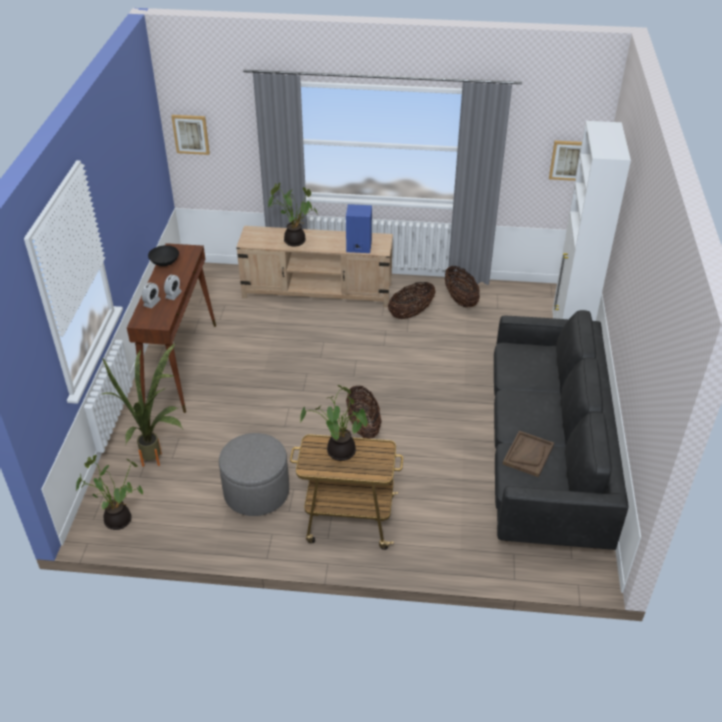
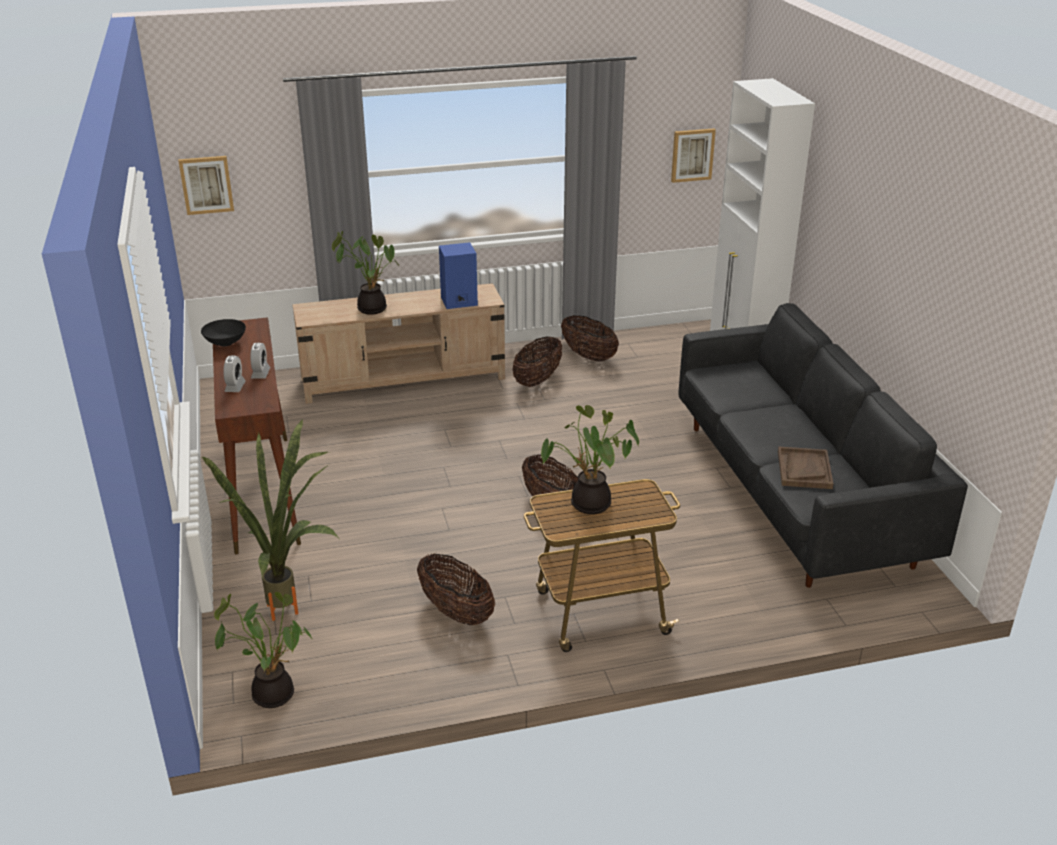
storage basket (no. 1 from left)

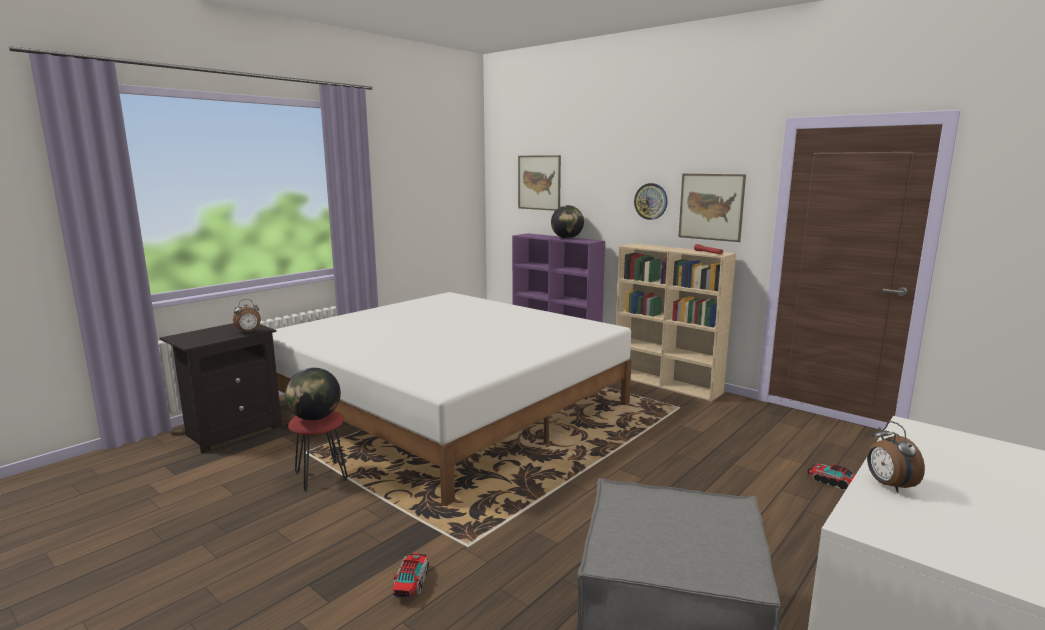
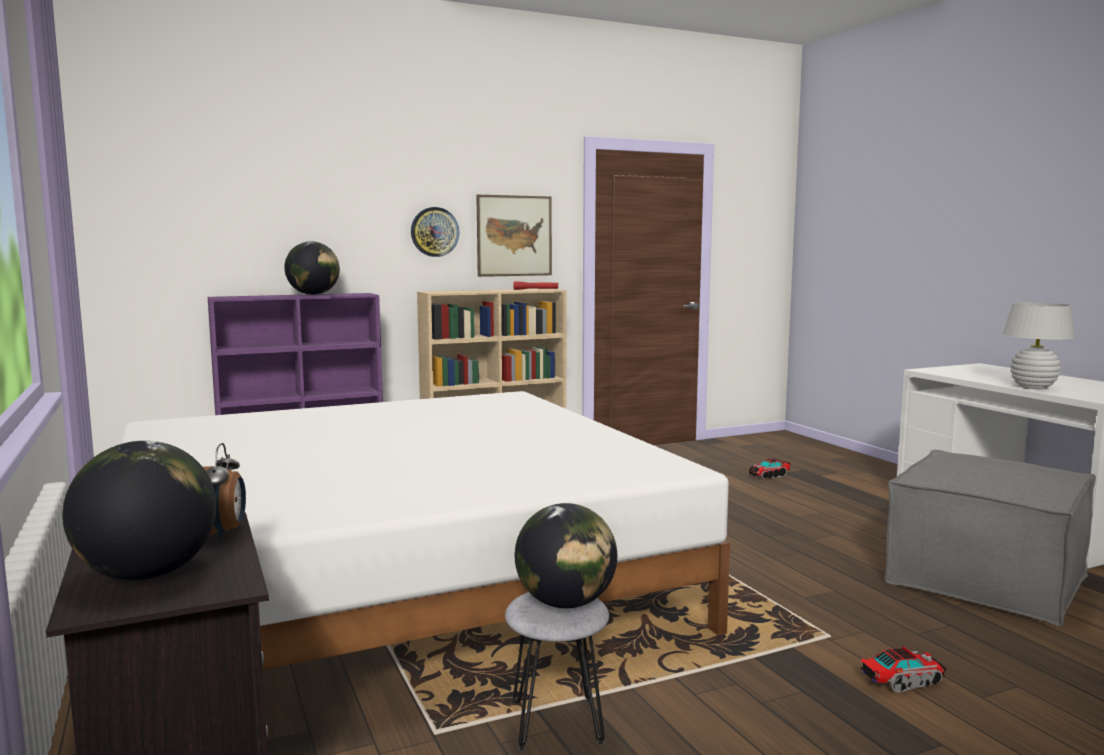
sitting stool in greyish
toy truck (no. 2 from left)
wall picture (no. 1 from left in the first image)
tabletop lamp in whitish
world globe (no. 1 from left)

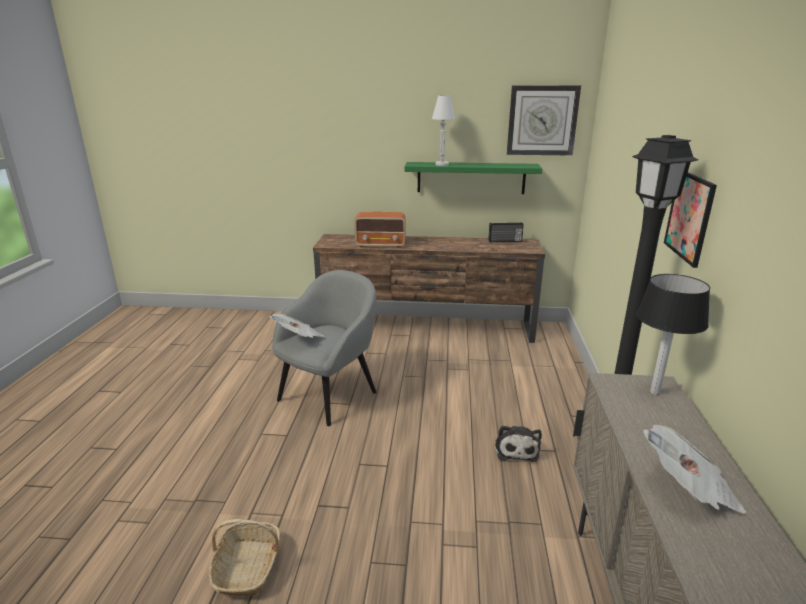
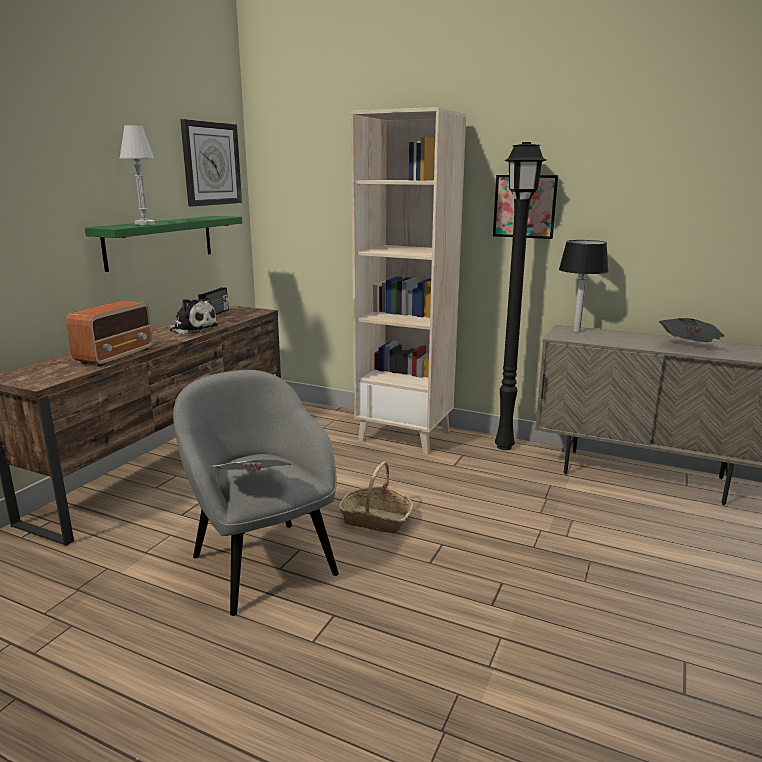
storage basket
plush toy
bookshelf in sand-coloured

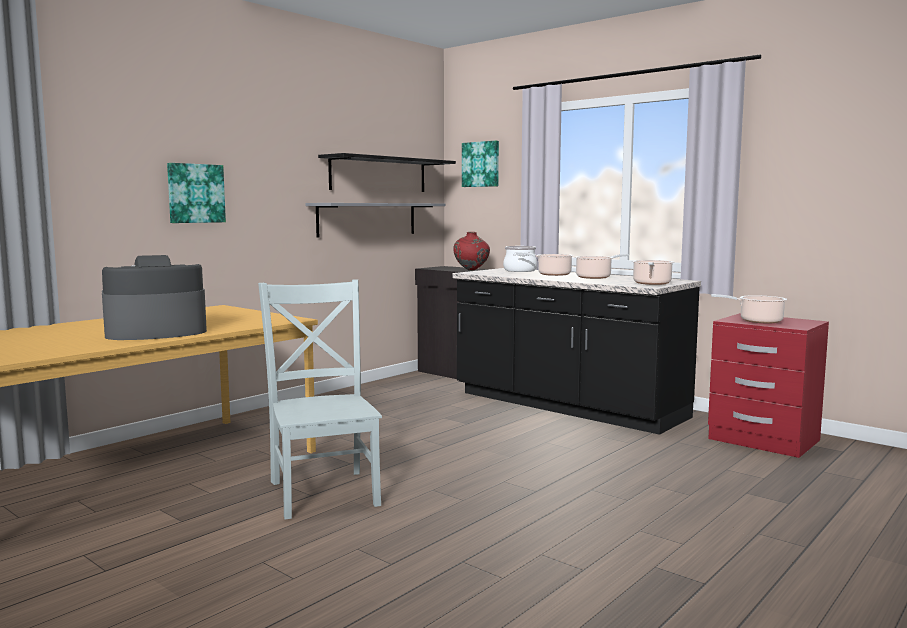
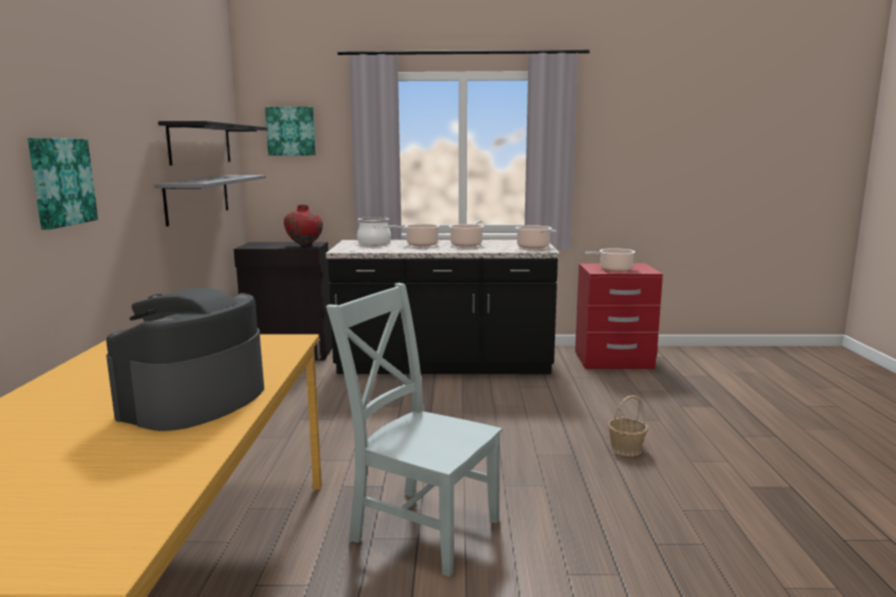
storage basket

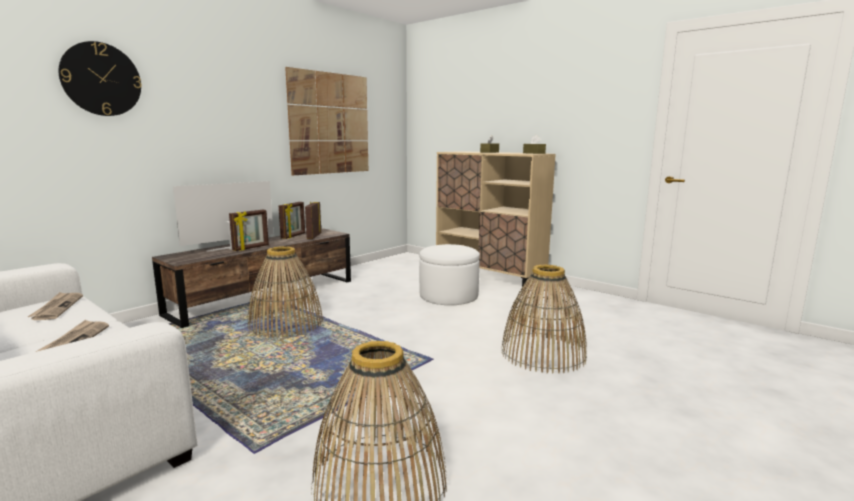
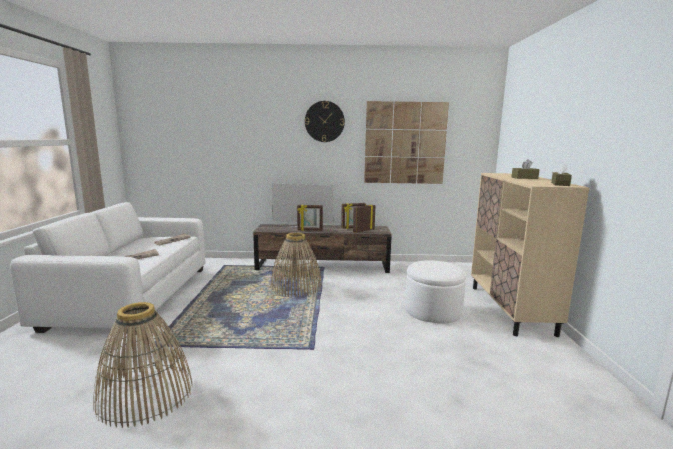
clock on the wall
storage basket (no. 3 from left in the first image)

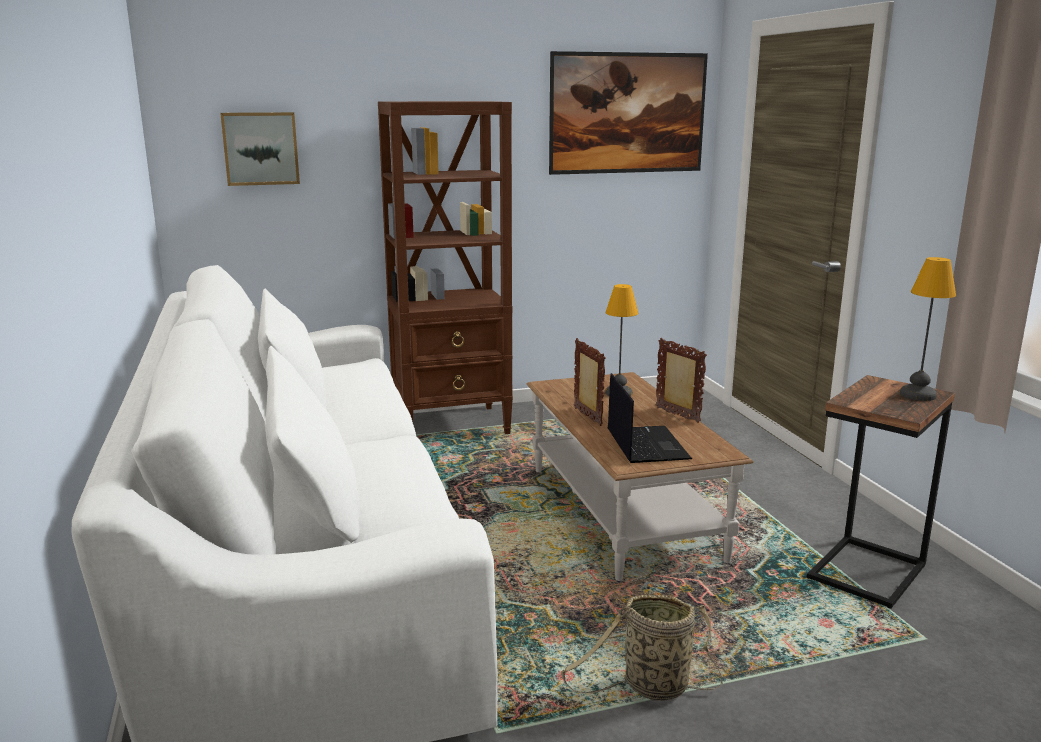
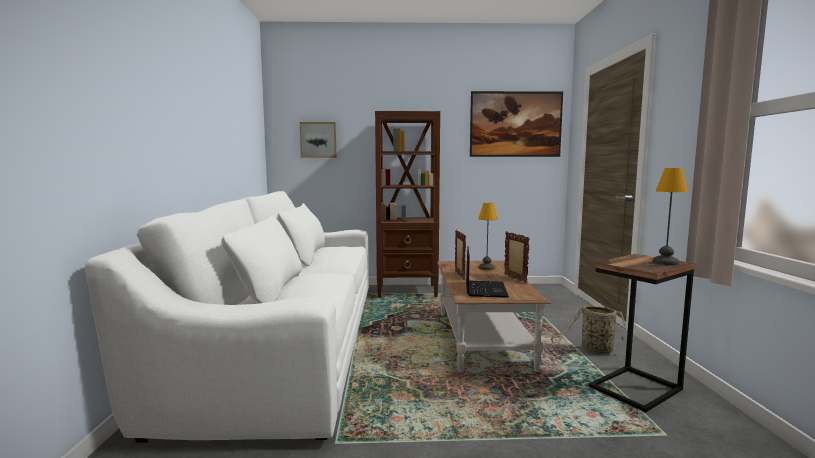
storage basket

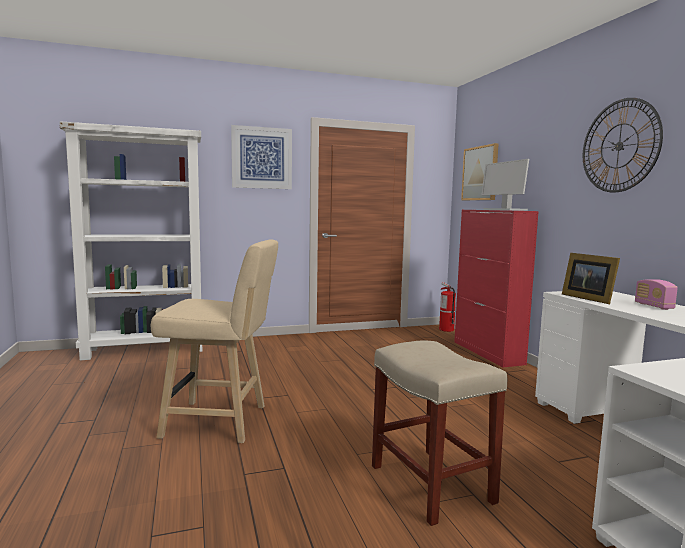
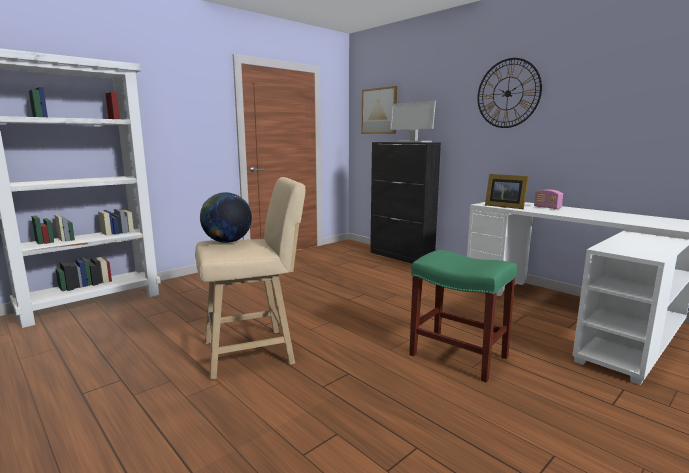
wall picture (no. 1 from left in the first image)
sitting stool in green-coloured
fire-fighting cylinder
cabinet in blackish
world globe

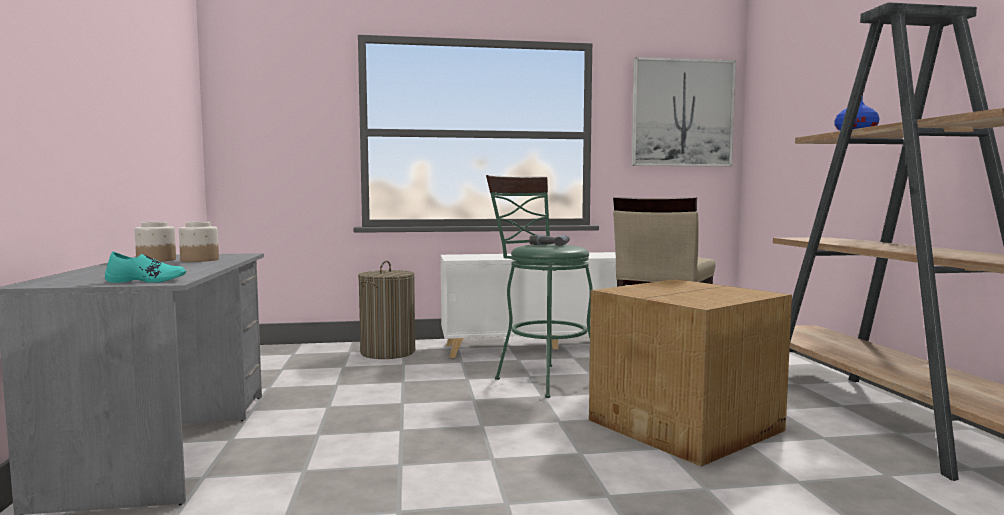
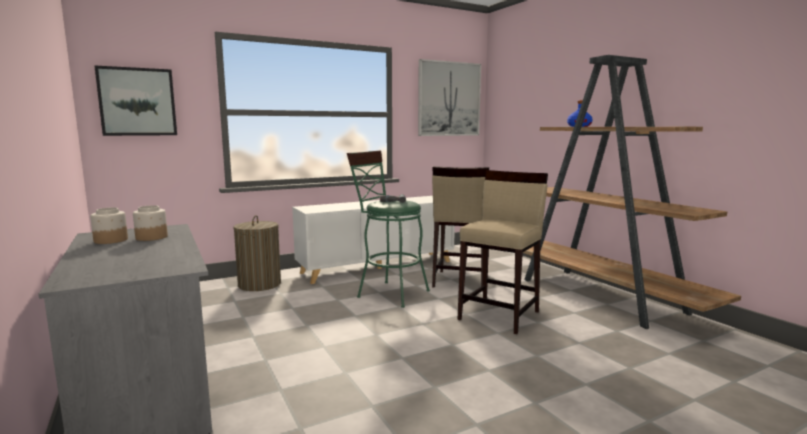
shoe in turquoise
sitting stool in sand-coloured (no. 2 from left)
wall picture (no. 1 from left)

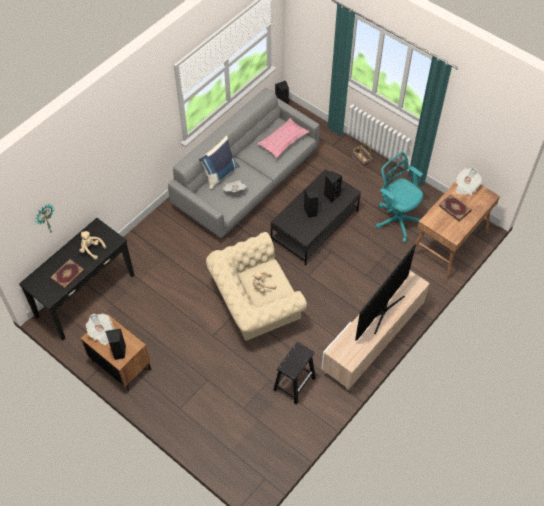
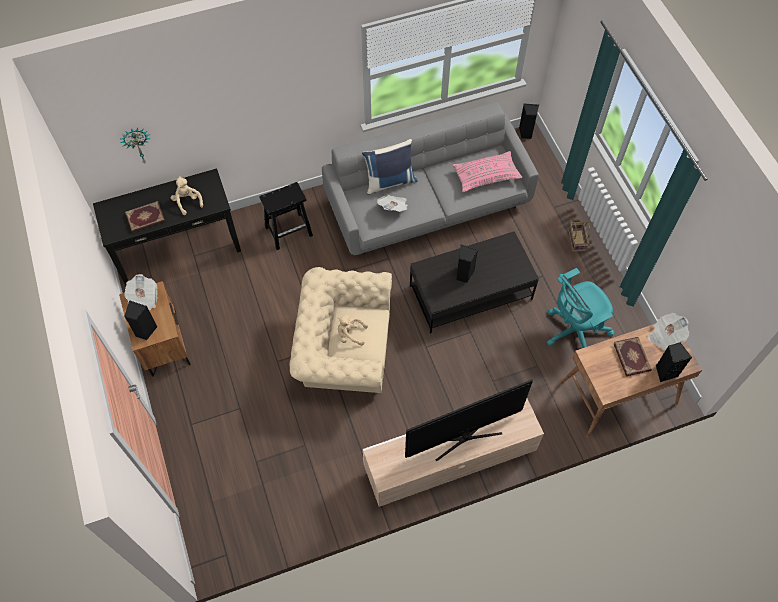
sitting stool in blackish
loudspeaker in blackish (no. 4 from left)
desk chair in turquoise

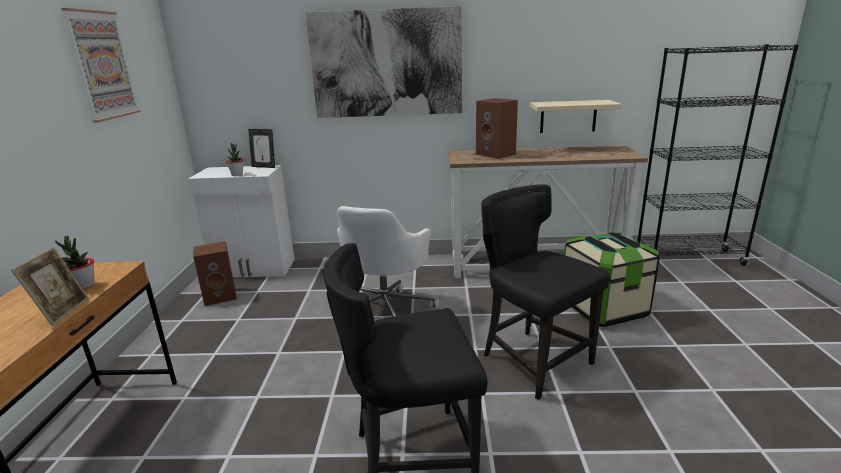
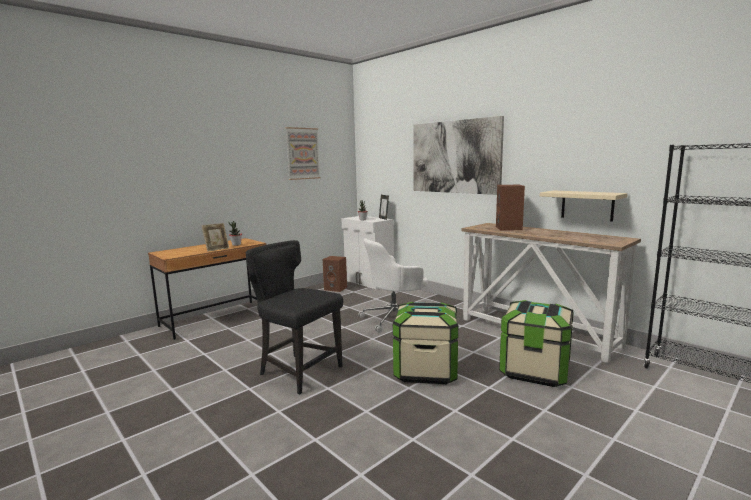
storage box (no. 1 from left)

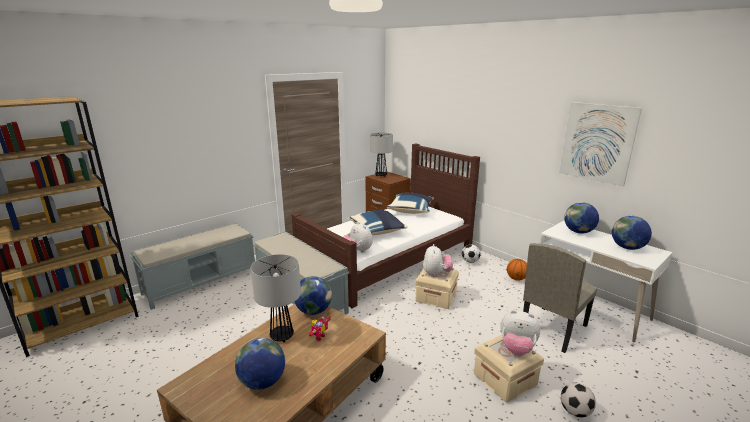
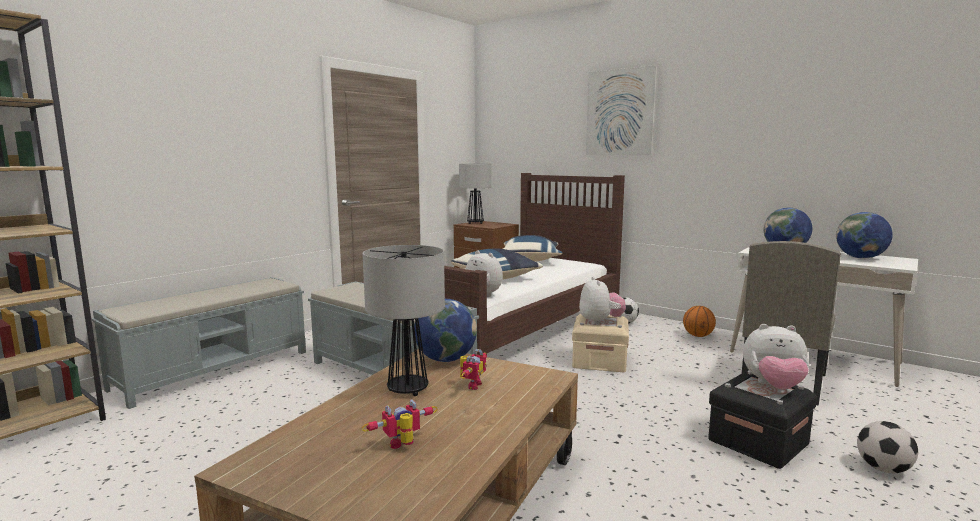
model robot (no. 1 from left)
storage box in blackish
wall picture

